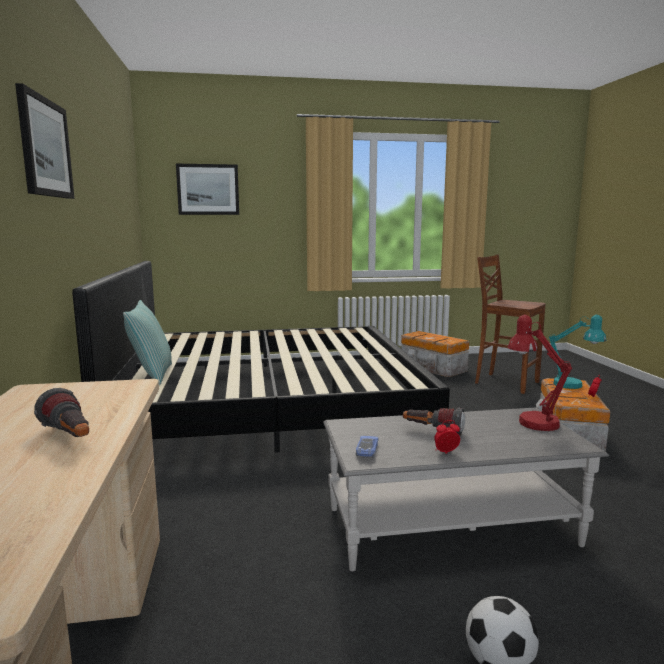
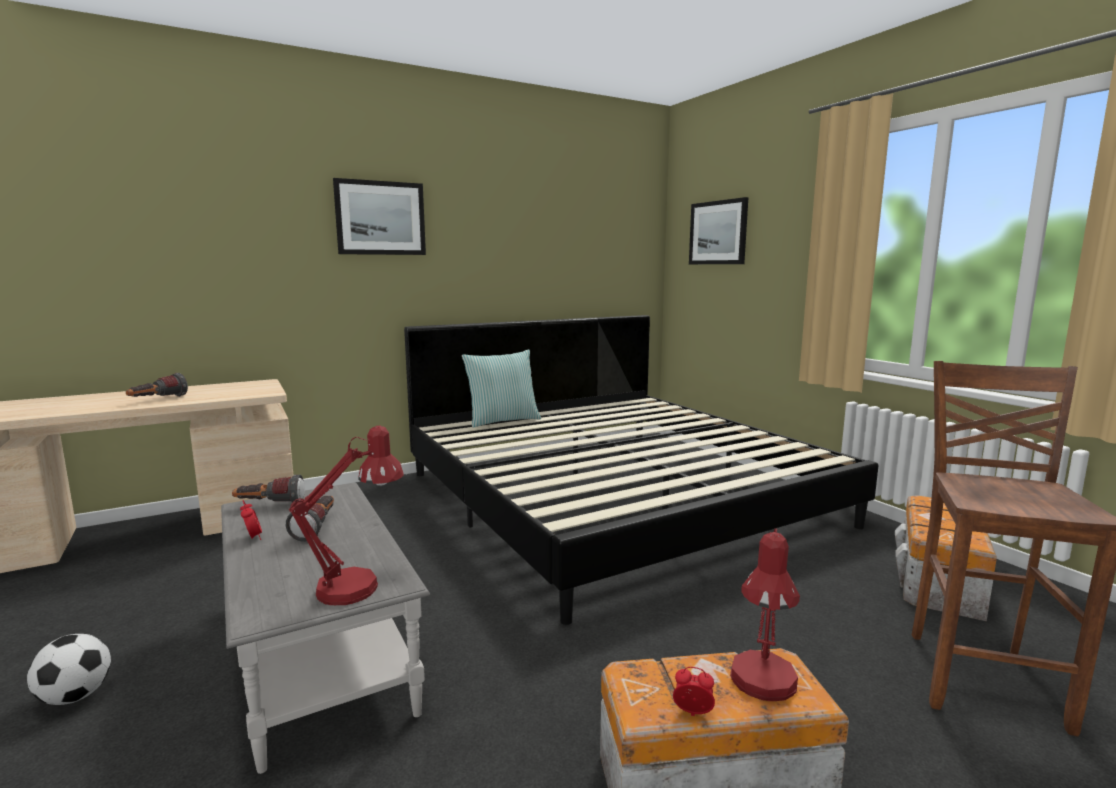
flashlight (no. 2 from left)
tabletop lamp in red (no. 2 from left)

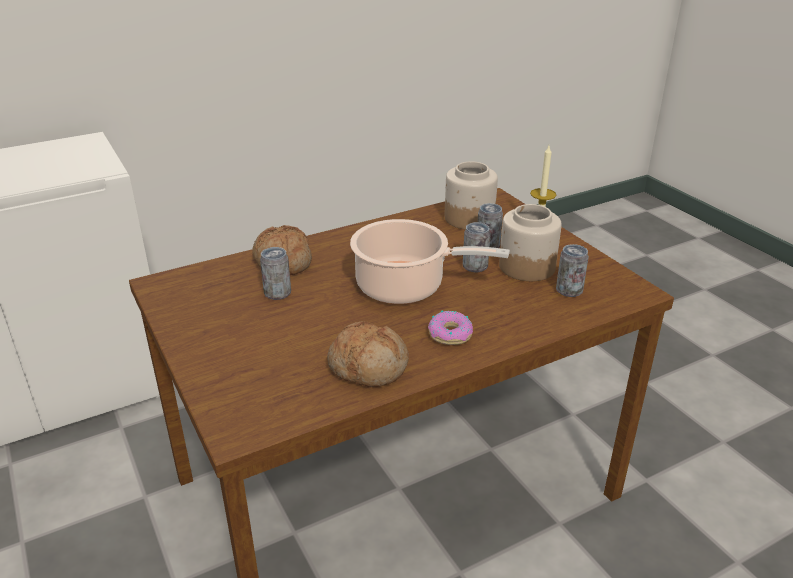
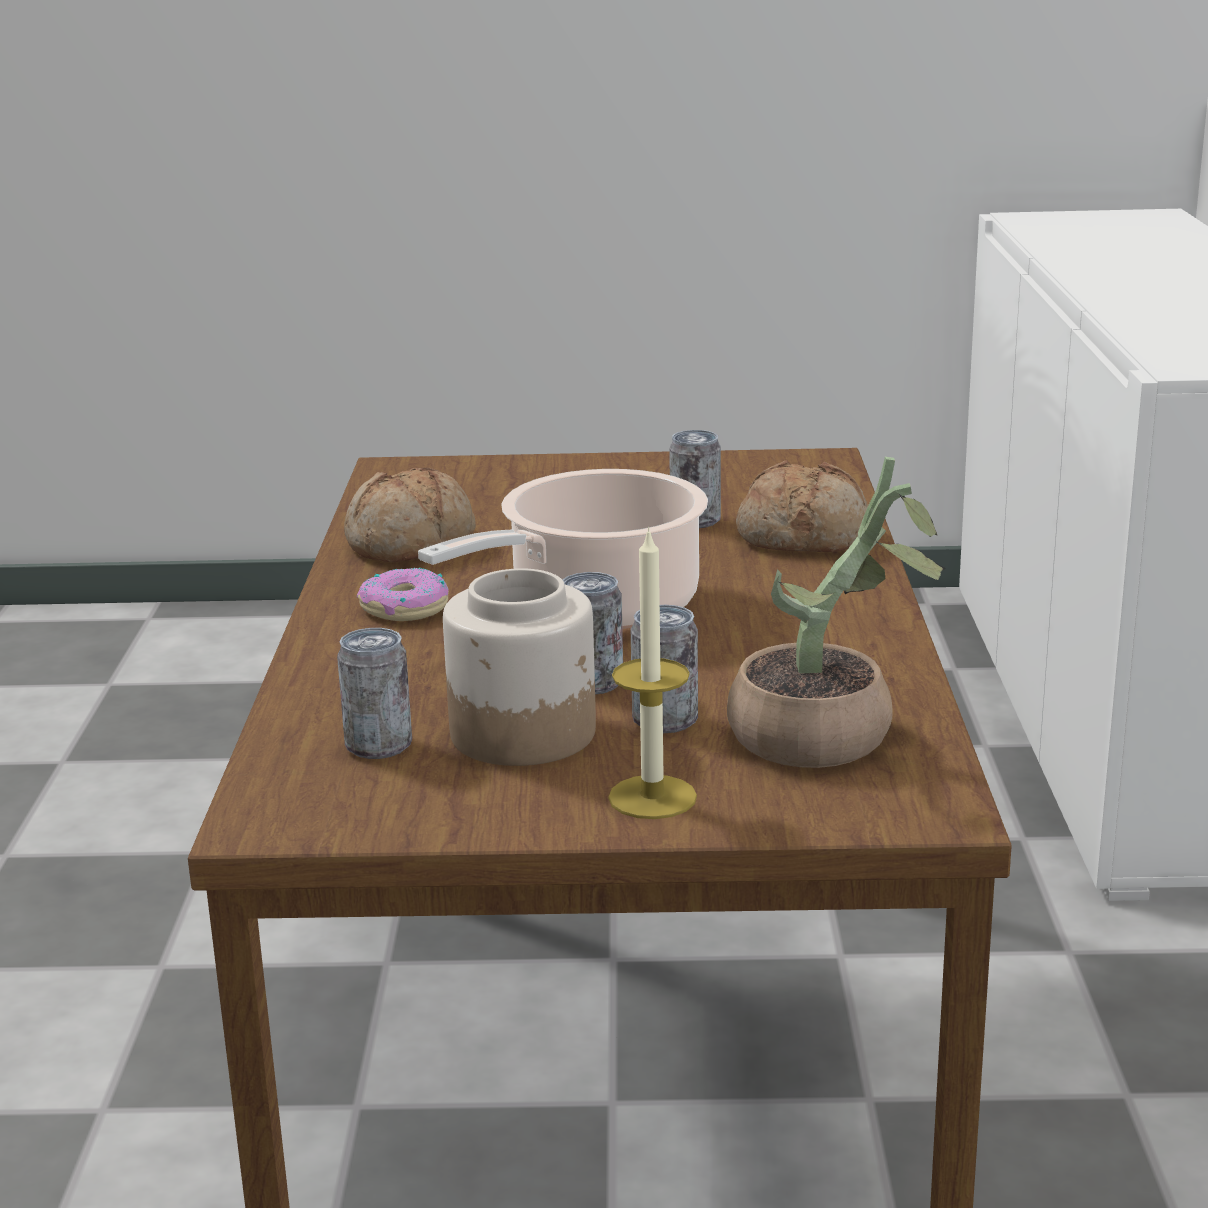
potted plant

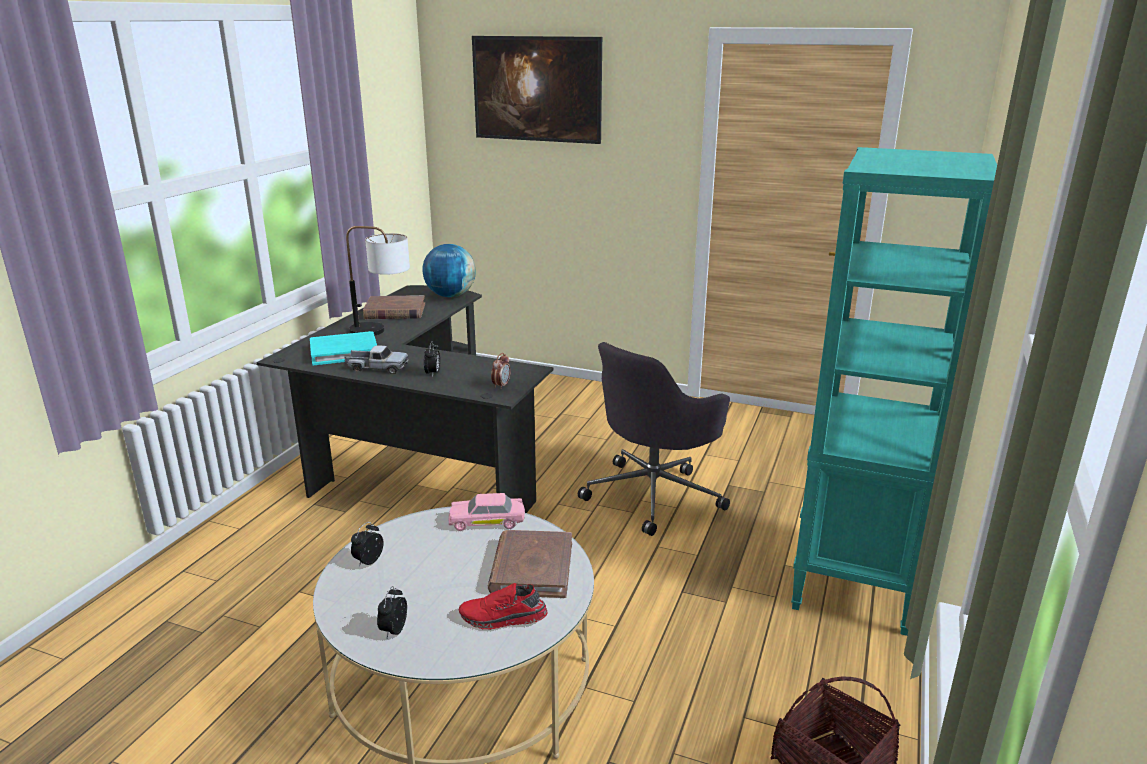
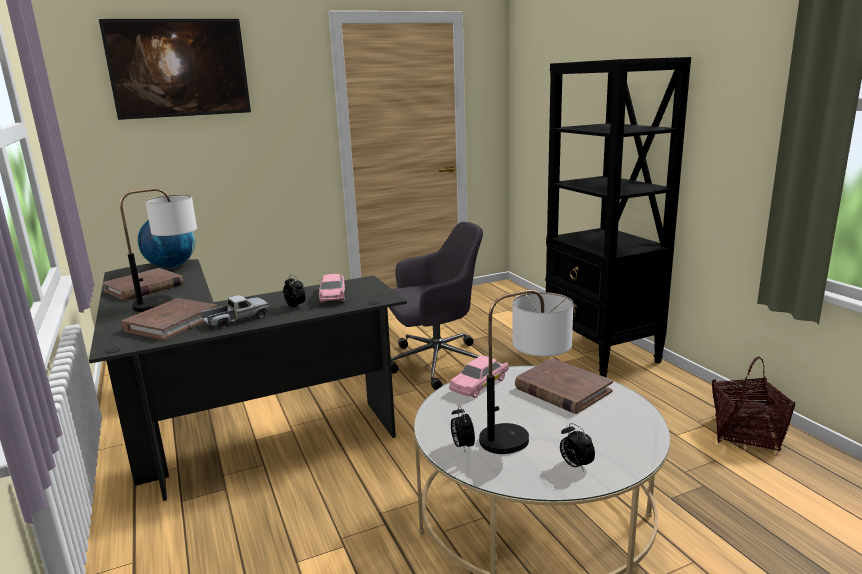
book in brown-coloured (no. 2 from left)
shoe in red
alarm clock (no. 4 from left in the first image)
desk chair in greyish
bookshelf in blackish
miniature car in pink (no. 1 from left)
tabletop lamp (no. 2 from left)

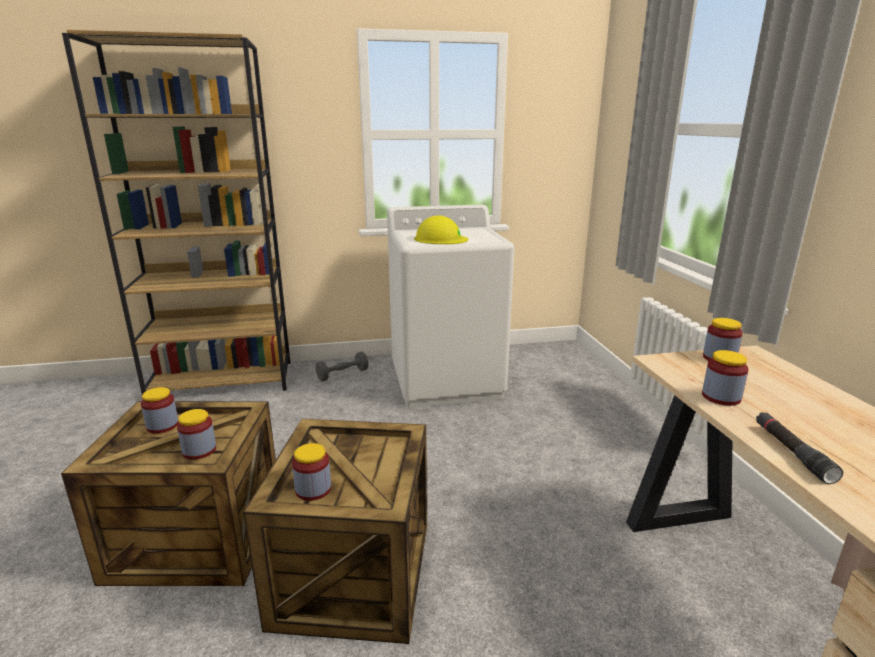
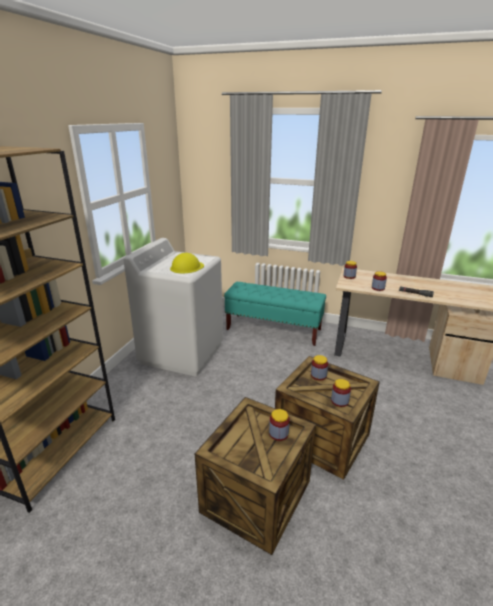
storage jar (no. 2 from left)
free weight in greyish
bench in turquoise

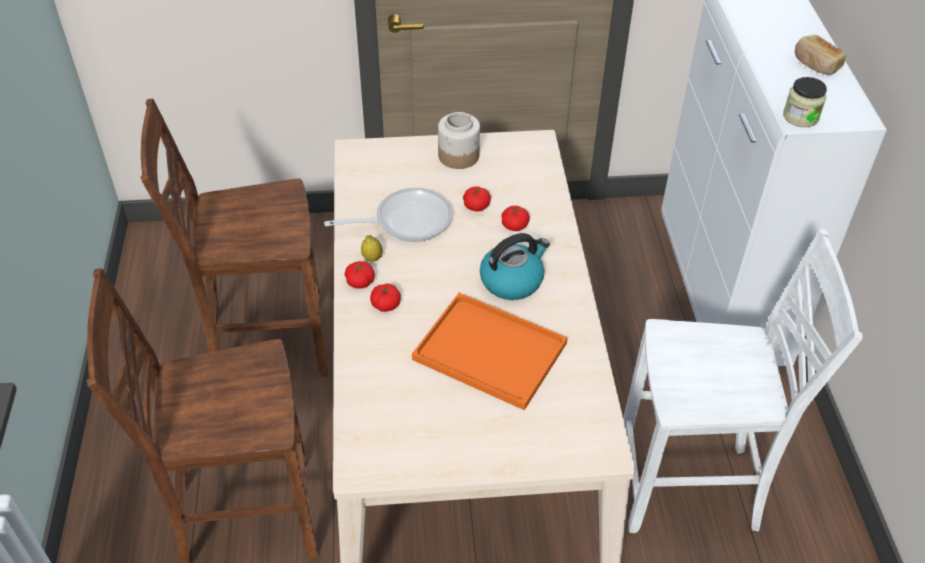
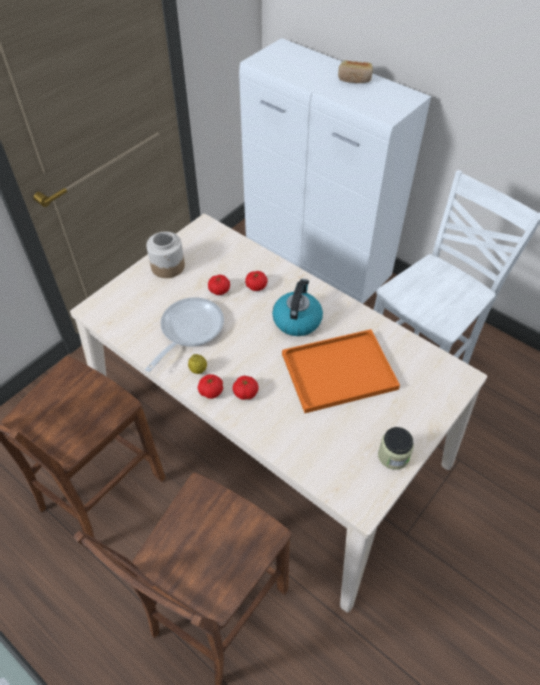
storage jar (no. 2 from left)

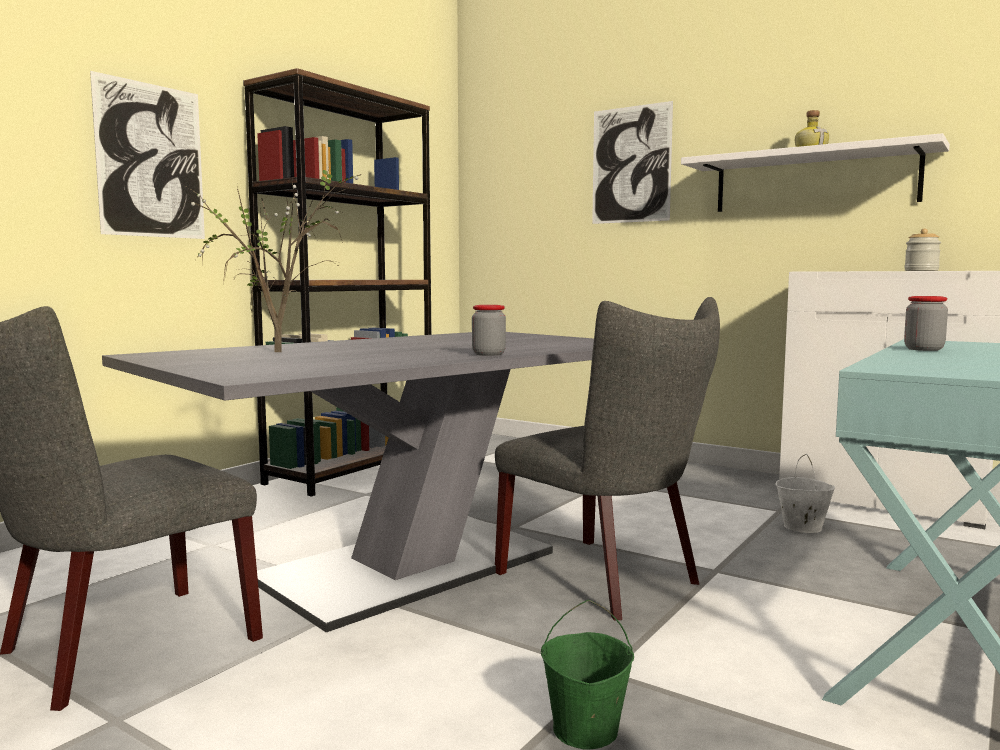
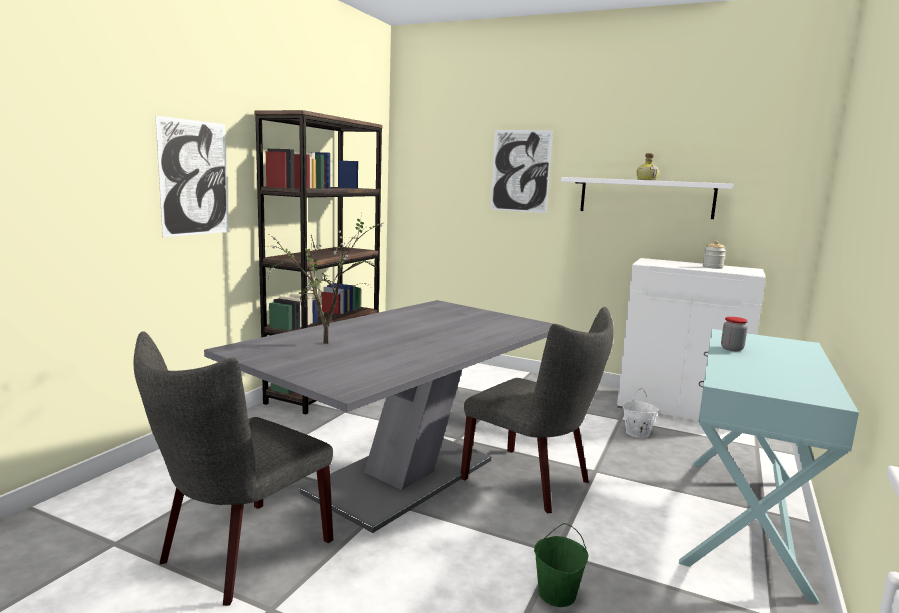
storage jar (no. 1 from left in the first image)

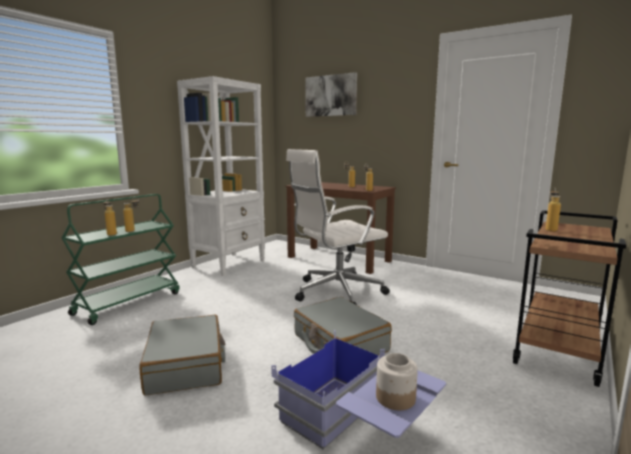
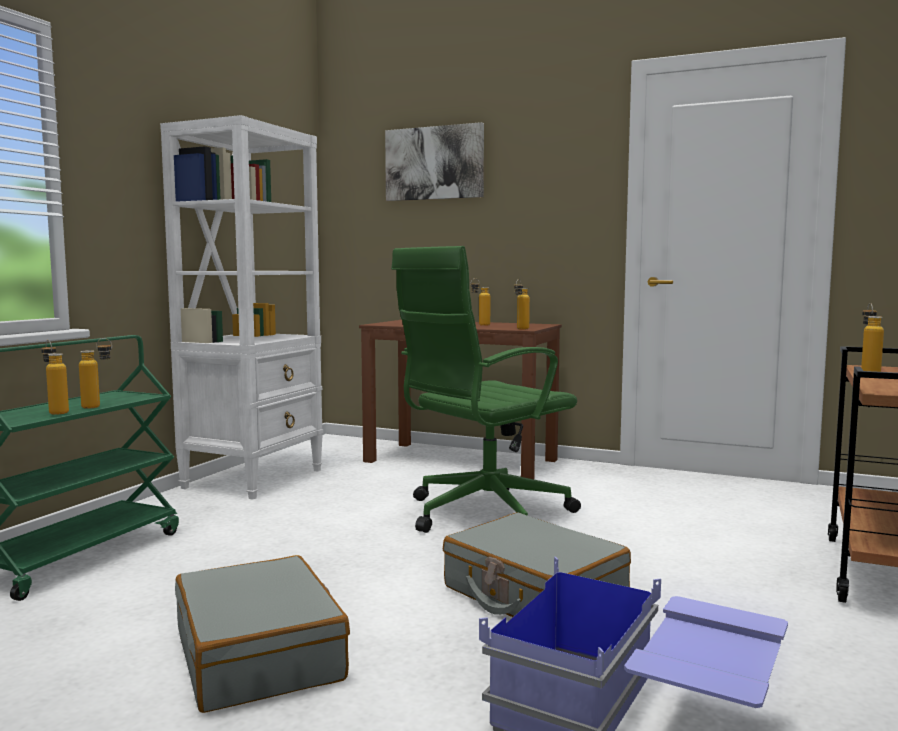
desk chair in green-coloured
storage jar

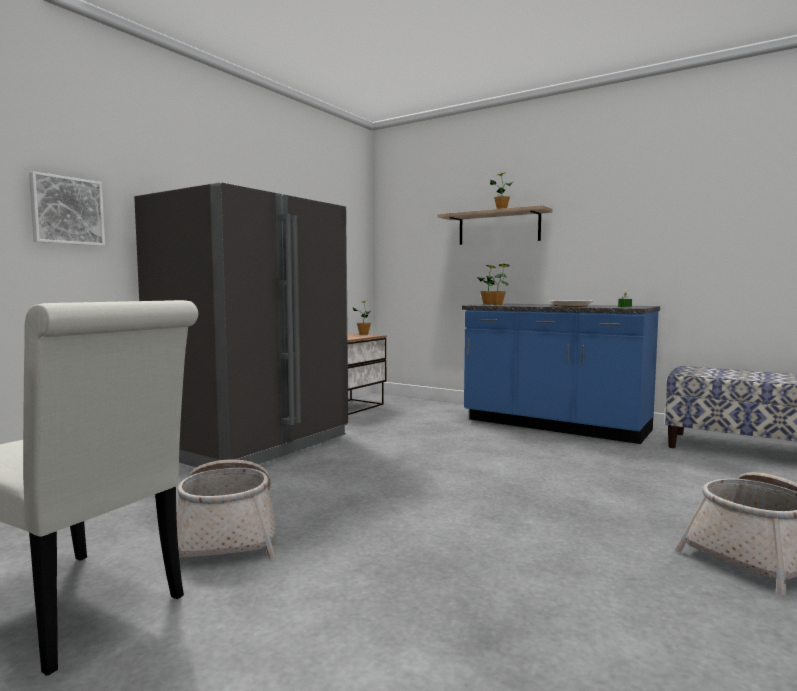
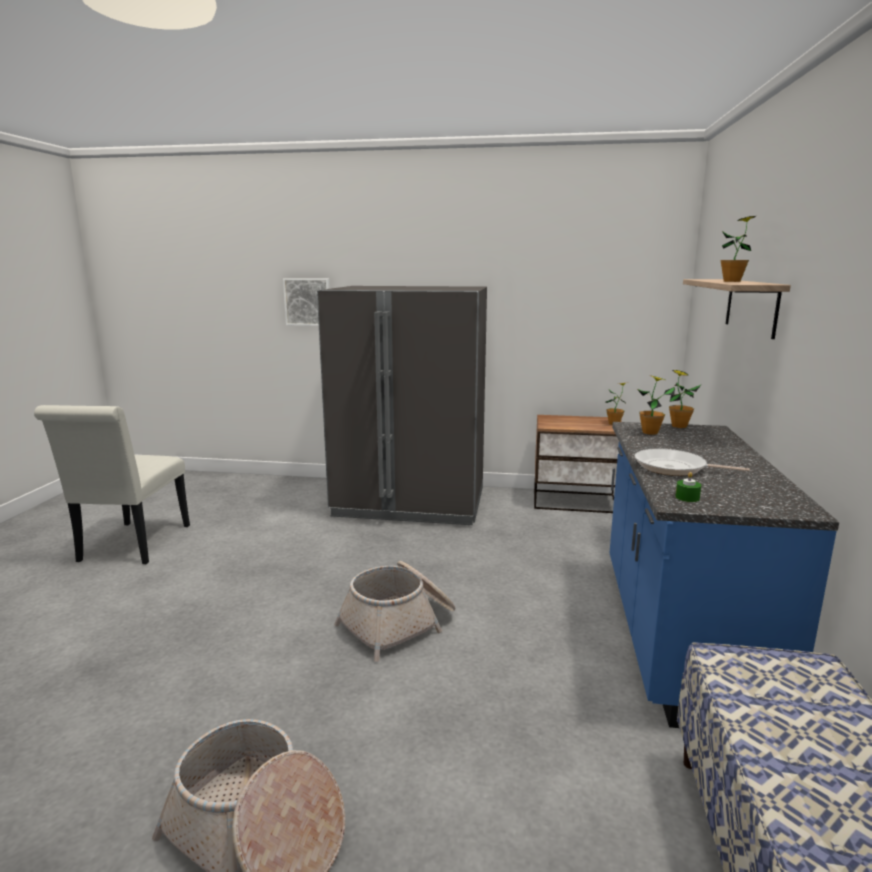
storage basket (no. 2 from left)

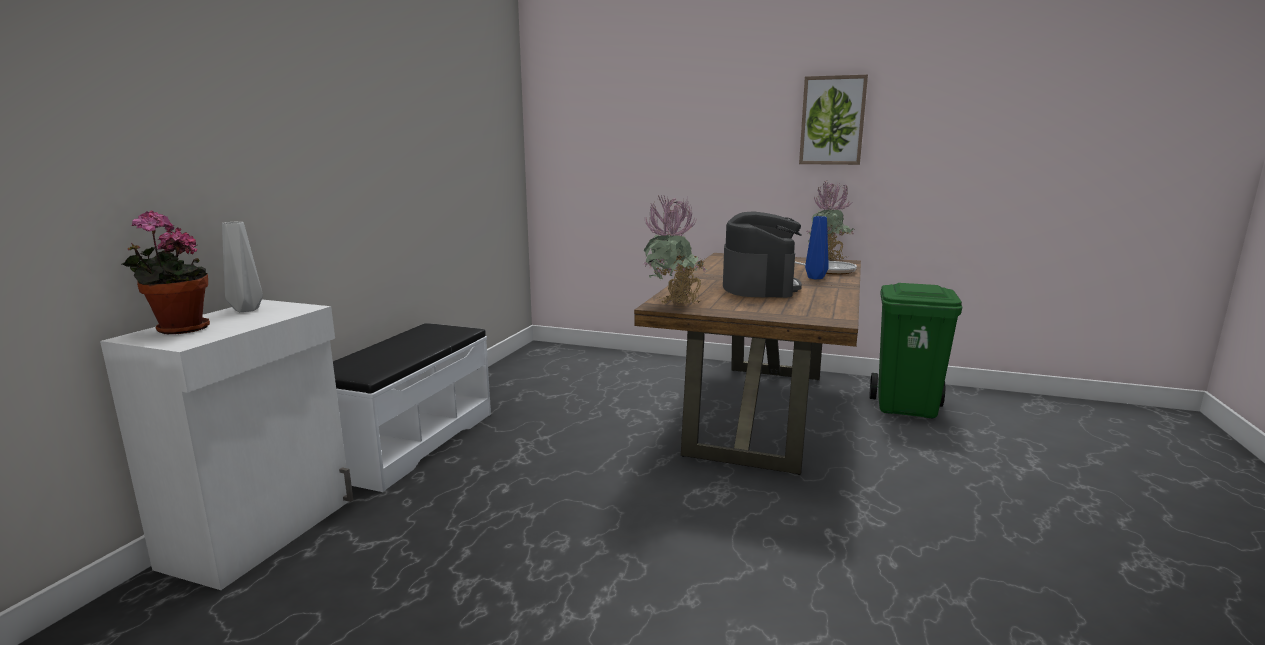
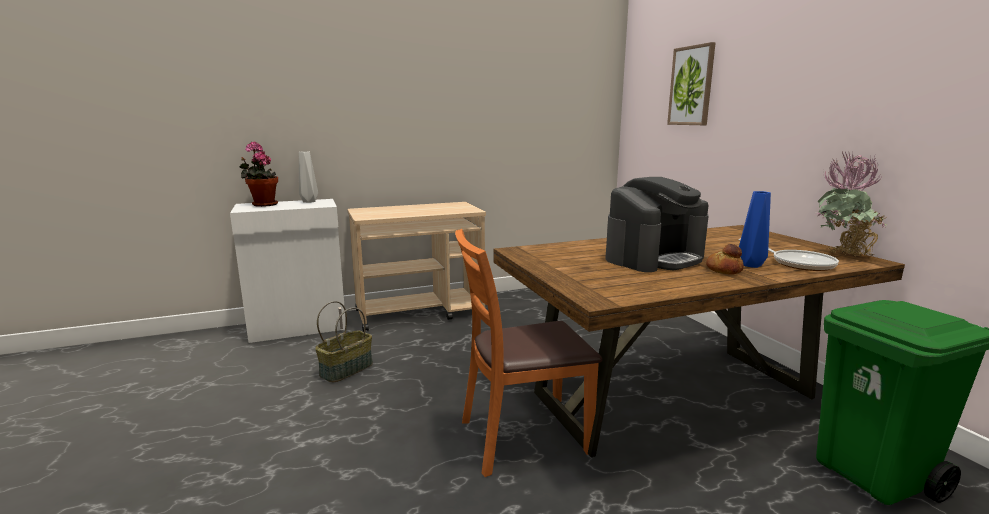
trolley in sand-coloured
potted plant (no. 2 from left in the first image)
wall picture
storage basket
chair in orange
baked bread

